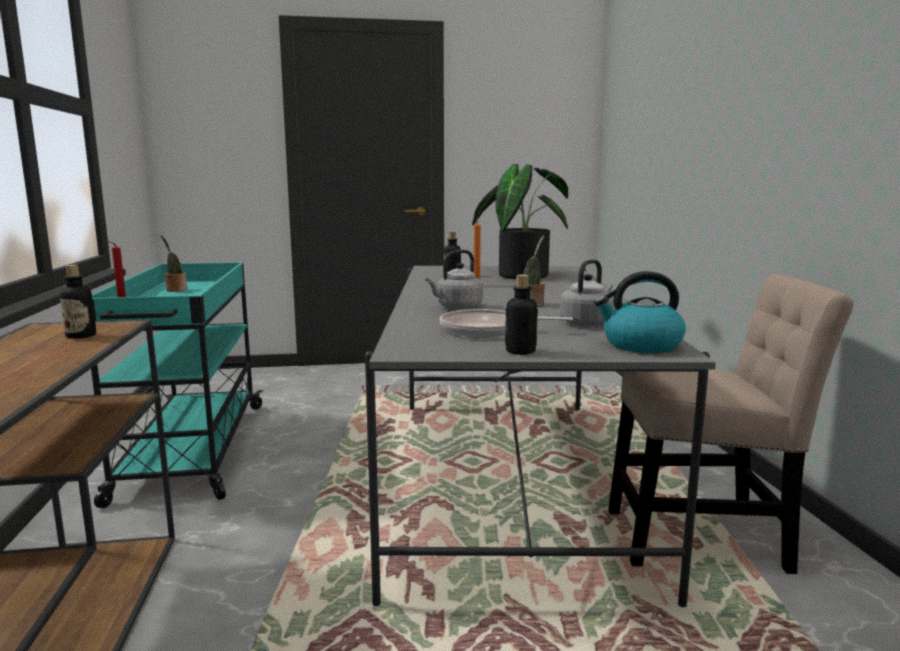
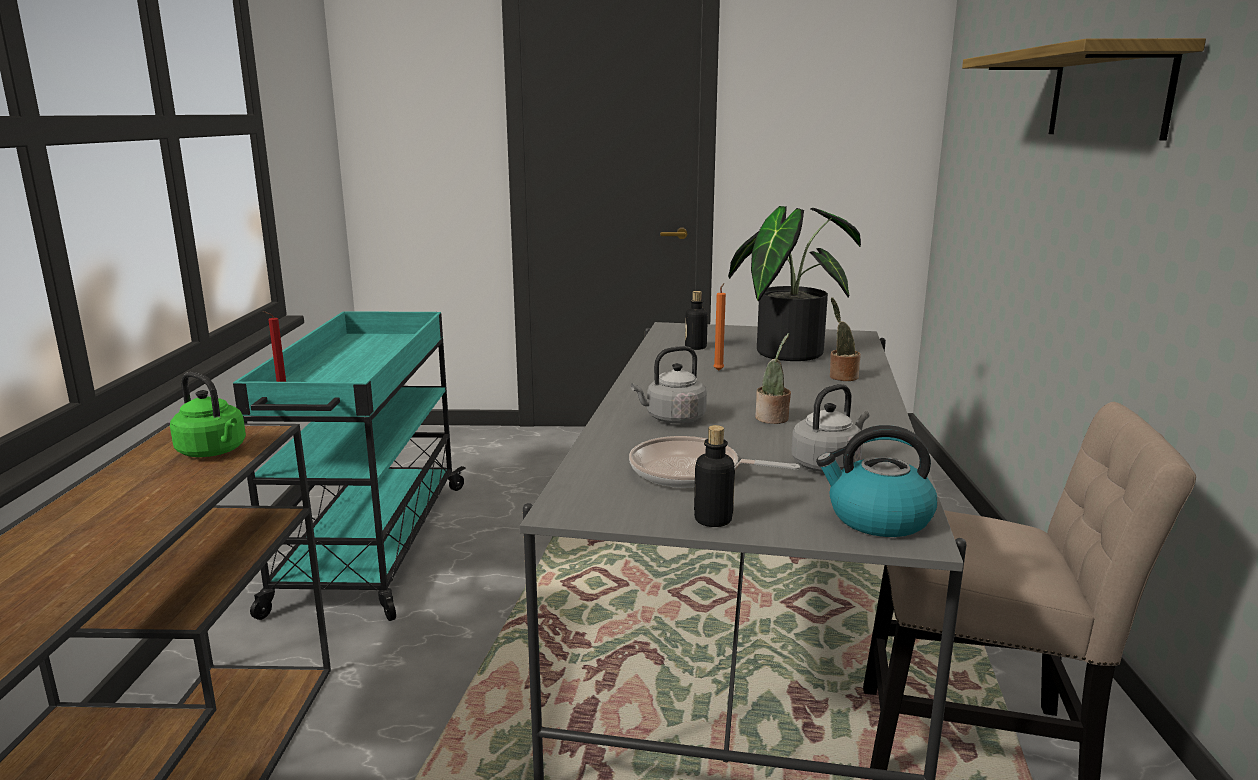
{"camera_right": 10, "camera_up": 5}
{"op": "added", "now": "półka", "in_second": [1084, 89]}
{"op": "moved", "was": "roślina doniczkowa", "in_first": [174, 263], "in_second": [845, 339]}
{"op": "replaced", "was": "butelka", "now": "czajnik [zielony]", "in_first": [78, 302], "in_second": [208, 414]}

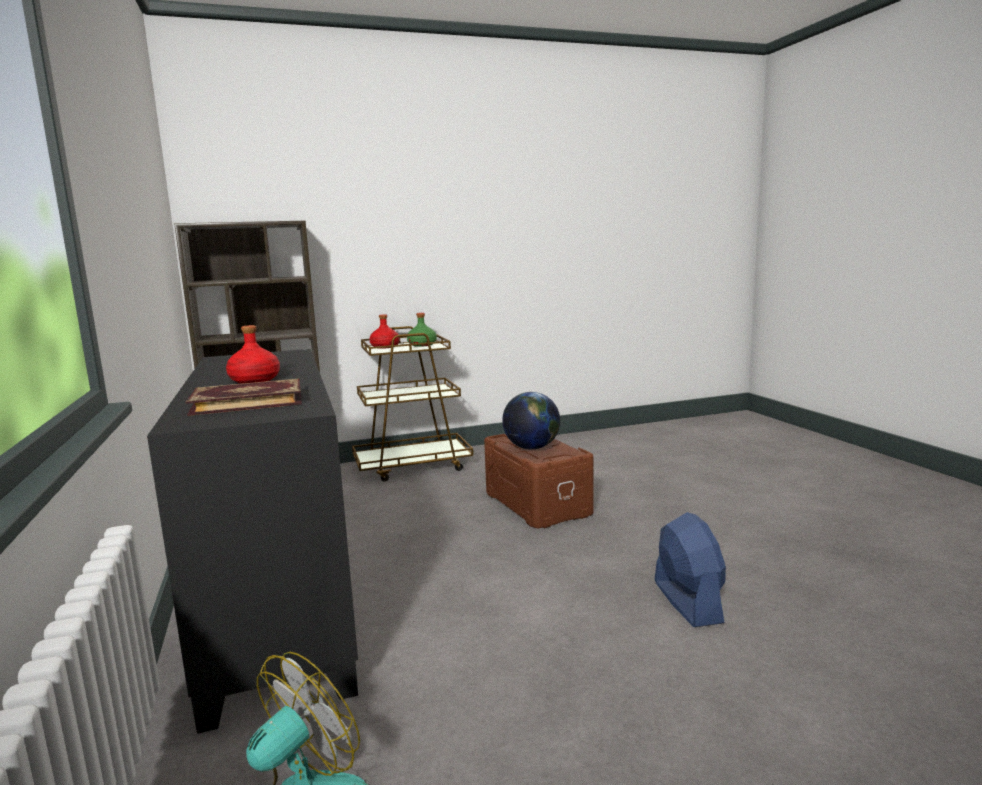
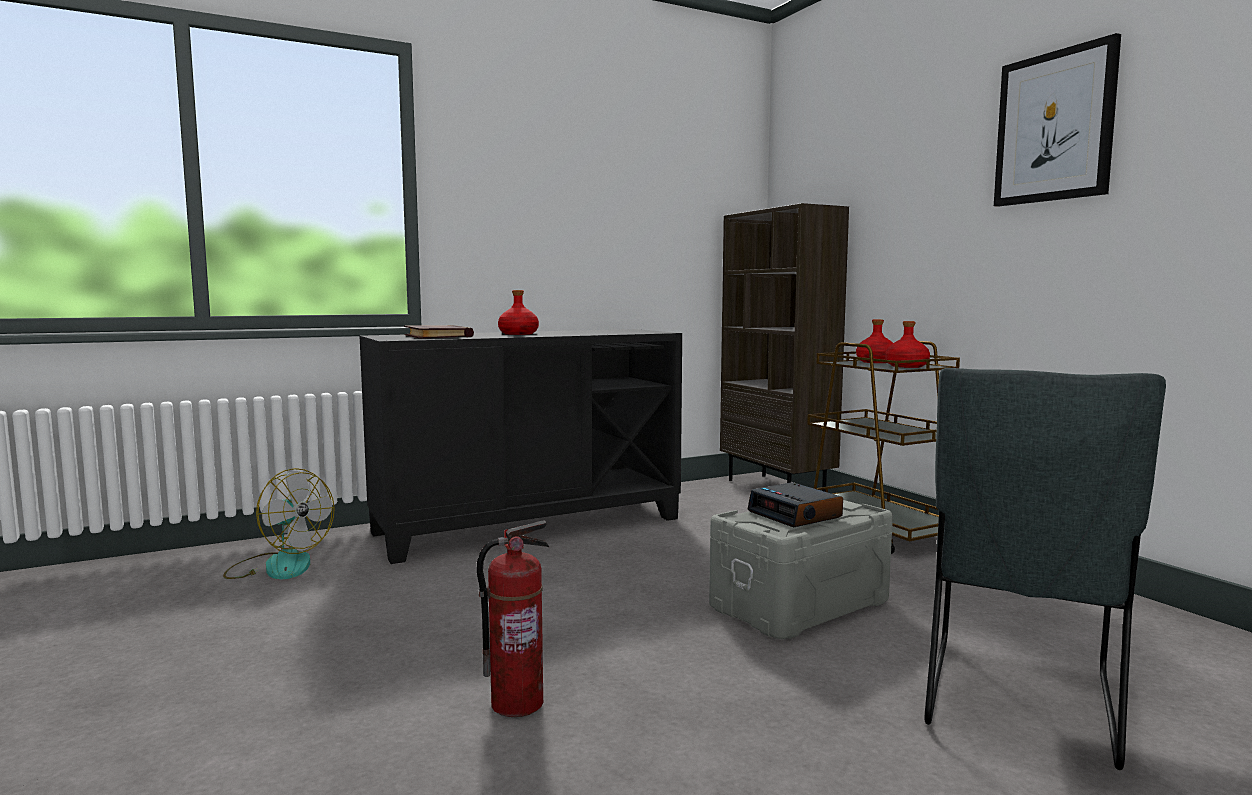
{"camera_right": 80, "camera_up": -5}
{"op": "added", "now": "krzesło [szary]", "in_second": [1045, 569]}
{"op": "added", "now": "obraz", "in_second": [1057, 120]}
{"op": "replaced", "was": "globus", "now": "budzik", "in_first": [531, 420], "in_second": [795, 505]}
{"op": "replaced", "was": "wentylator [niebieski]", "now": "gaśnica", "in_first": [690, 569], "in_second": [512, 618]}
{"op": "recoloured", "was": "butelka [zielony]", "now": "butelka [czerwony]", "in_first": [422, 330], "in_second": [907, 344]}
{"op": "recoloured", "was": "pojemnik do przechowywania [brązowy]", "now": "pojemnik do przechowywania [szary]", "in_first": [538, 481], "in_second": [801, 569]}

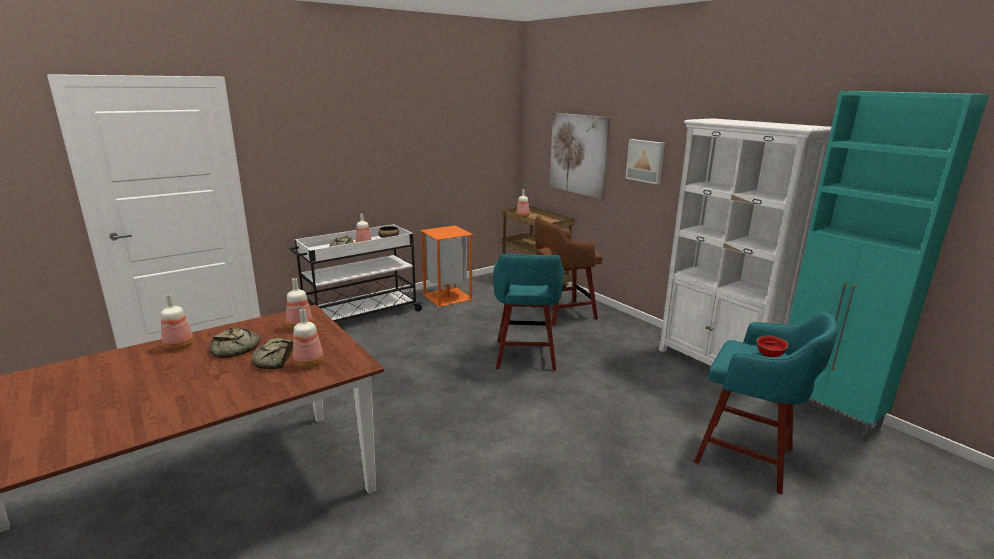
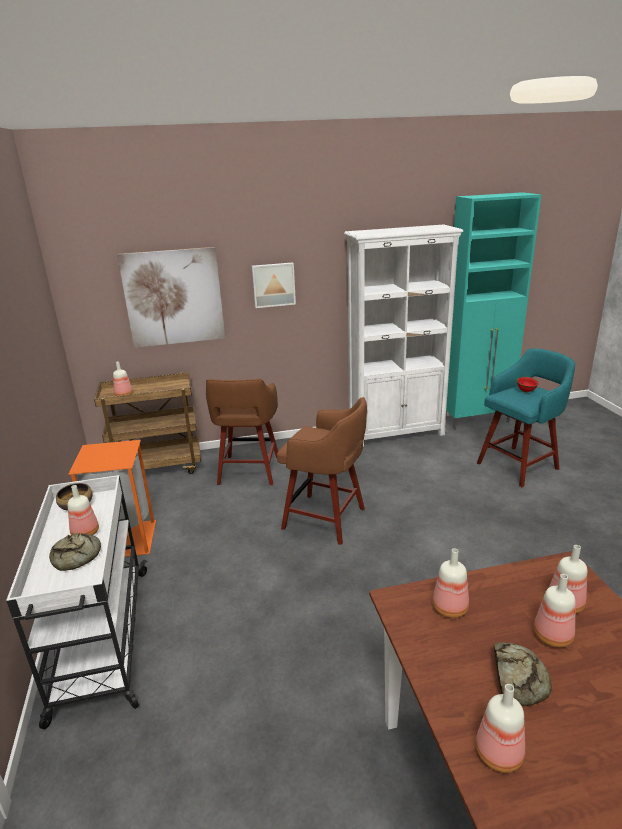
{"camera_right": -65, "camera_up": 5}
{"op": "replaced", "was": "chleb", "now": "butelka", "in_first": [272, 353], "in_second": [554, 611]}
{"op": "recoloured", "was": "stołek [turkusowy]", "now": "stołek [brązowy]", "in_first": [528, 312], "in_second": [322, 471]}

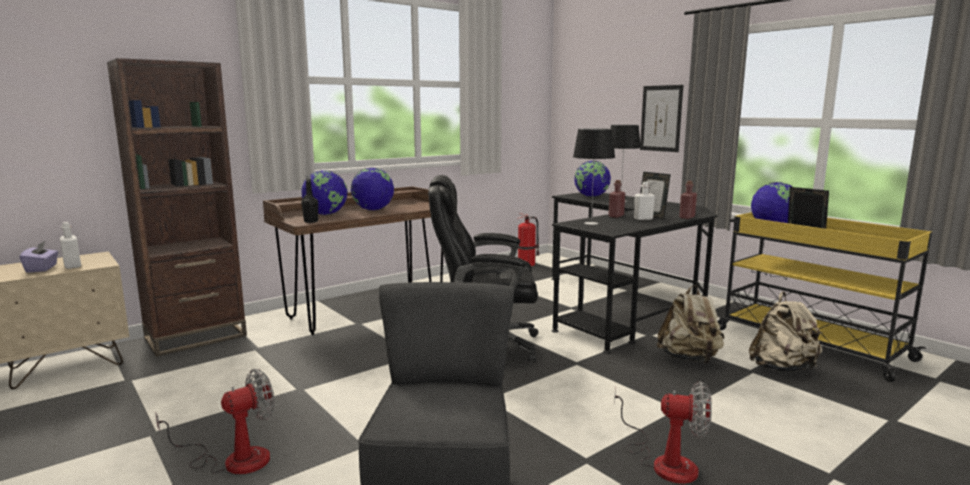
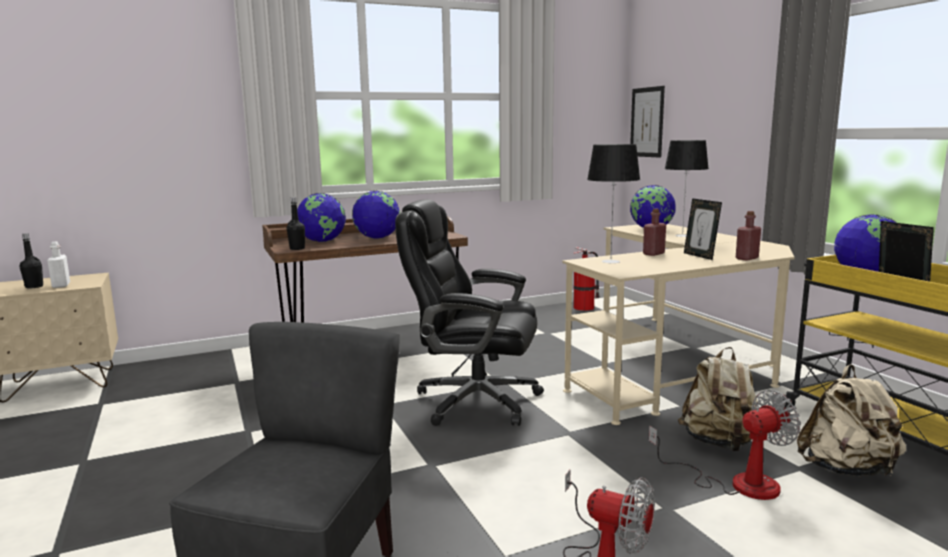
{"camera_right": 15, "camera_up": 0}
{"op": "removed", "was": "regał [brązowy]", "in_first": [177, 207]}
{"op": "removed", "was": "butelka [biały]", "in_first": [644, 201]}
{"op": "moved", "was": "wentylator", "in_first": [215, 421], "in_second": [725, 445]}
{"op": "moved", "was": "obraz", "in_first": [661, 118], "in_second": [647, 122]}
{"op": "replaced", "was": "pudełko chusteczek [fioletowy]", "now": "butelka [czarny]", "in_first": [38, 257], "in_second": [31, 260]}
{"op": "recoloured", "was": "biurko [czarny]", "now": "biurko [beżowy]", "in_first": [634, 273], "in_second": [679, 324]}

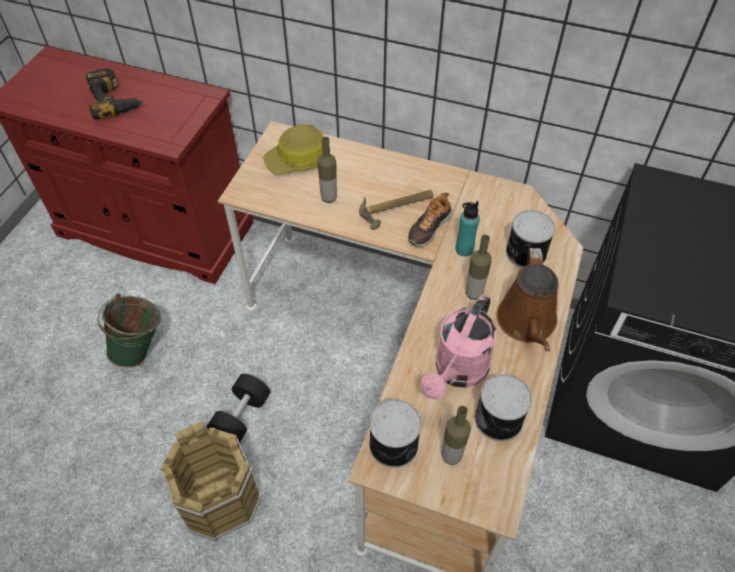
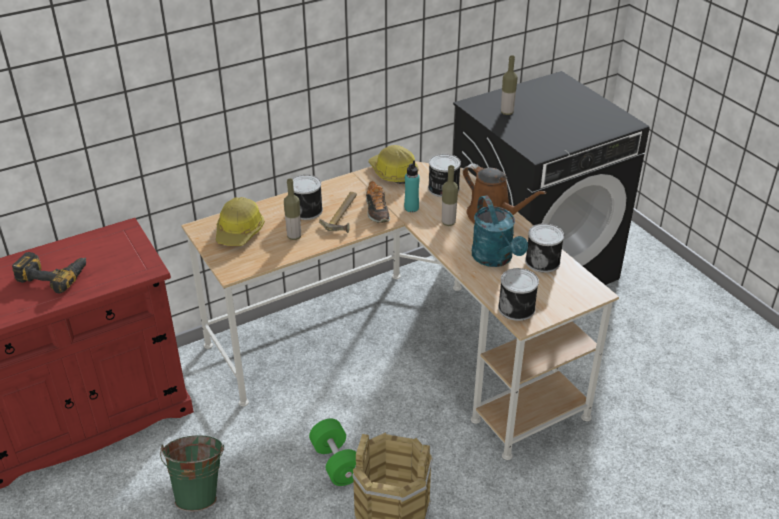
{"camera_right": -50, "camera_up": -15}
{"op": "added", "now": "puszka", "in_second": [307, 197]}
{"op": "added", "now": "kask", "in_second": [394, 164]}
{"op": "moved", "was": "butelka", "in_first": [456, 435], "in_second": [509, 85]}
{"op": "recoloured", "was": "hantel [czarny]", "now": "hantel [zielony]", "in_first": [238, 408], "in_second": [332, 452]}
{"op": "recoloured", "was": "konewka [różowy]", "now": "konewka [turkusowy]", "in_first": [458, 347], "in_second": [500, 231]}

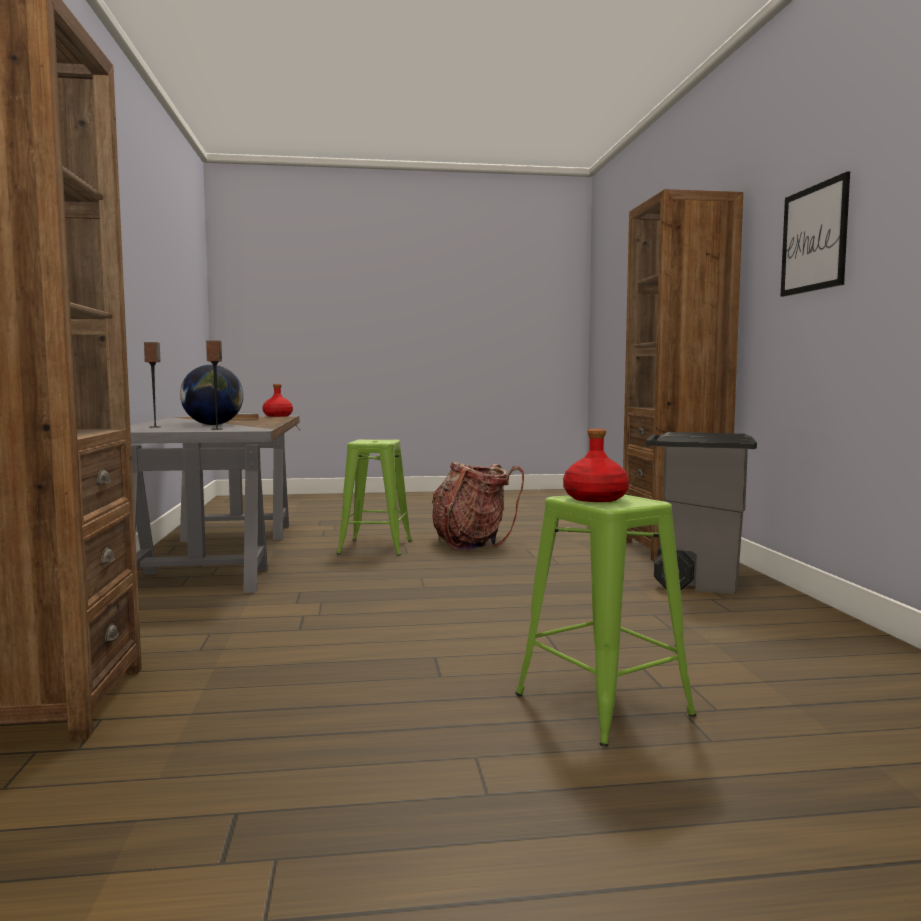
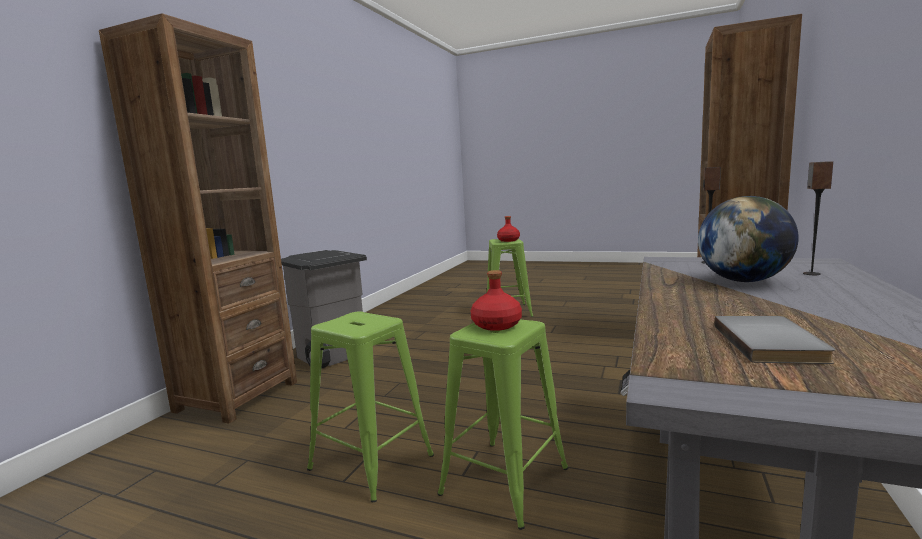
{"camera_right": -150, "camera_up": 5}
{"op": "removed", "was": "obraz", "in_first": [815, 234]}
{"op": "moved", "was": "butelka [czerwony]", "in_first": [277, 400], "in_second": [496, 300]}
{"op": "replaced", "was": "plecak", "now": "stołek [zielony]", "in_first": [478, 506], "in_second": [370, 407]}

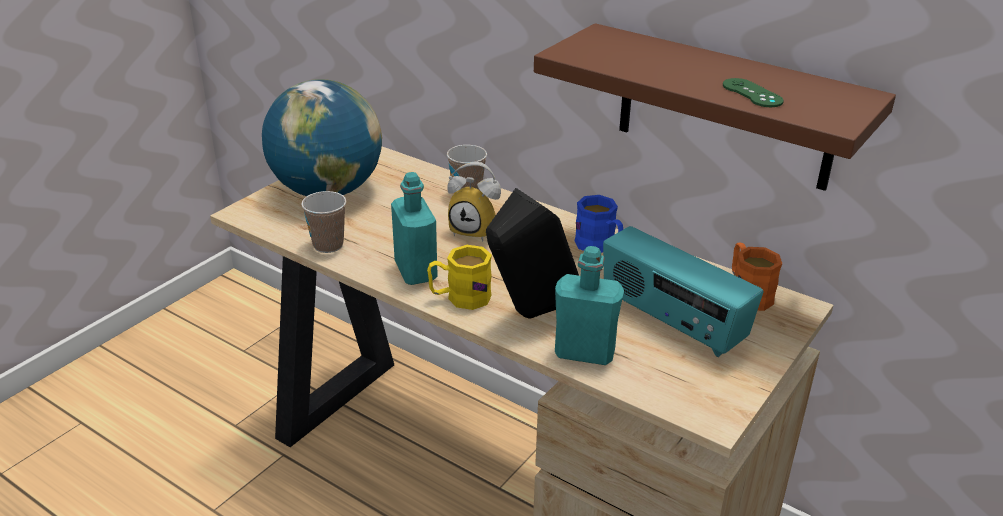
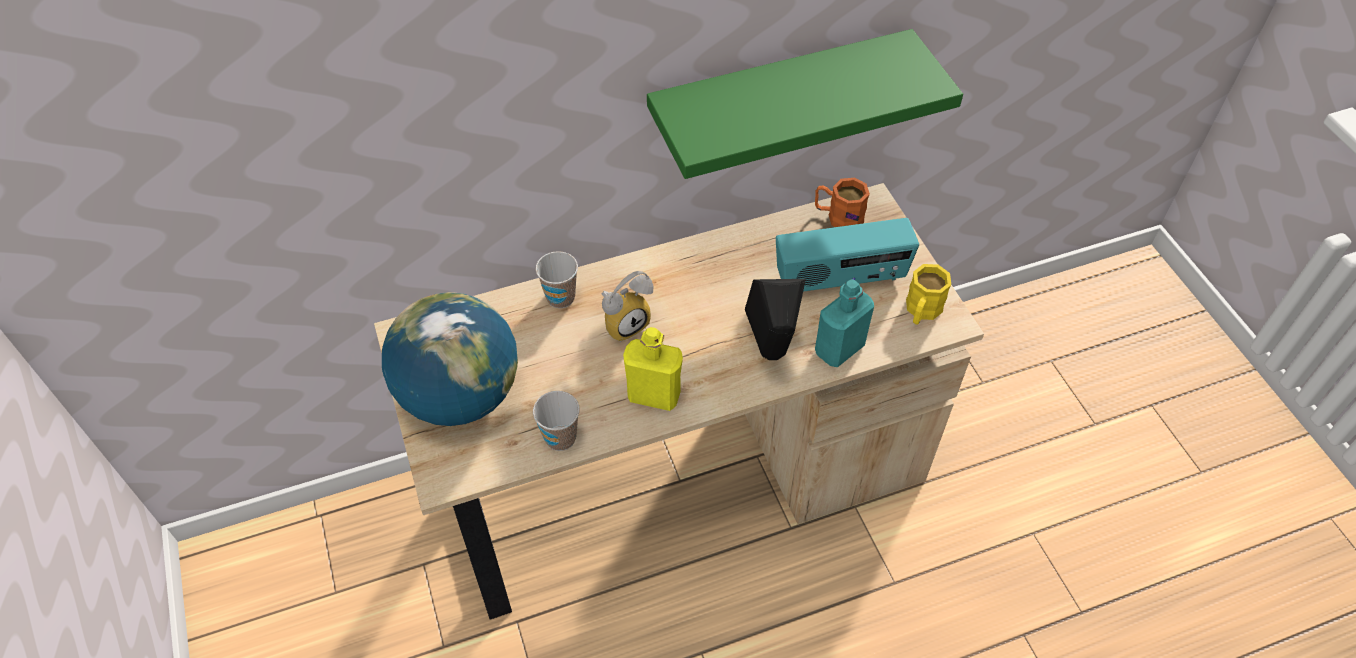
{"camera_right": -55, "camera_up": 20}
{"op": "removed", "was": "kubek [niebieski]", "in_first": [599, 224]}
{"op": "removed", "was": "pad do gier [zielony]", "in_first": [753, 92]}
{"op": "moved", "was": "kubek [żółty]", "in_first": [459, 277], "in_second": [928, 294]}
{"op": "recoloured", "was": "butelka [turkusowy]", "now": "butelka [żółty]", "in_first": [414, 228], "in_second": [653, 369]}
{"op": "recoloured", "was": "półka [brązowy]", "now": "półka [zielony]", "in_first": [715, 107], "in_second": [805, 104]}

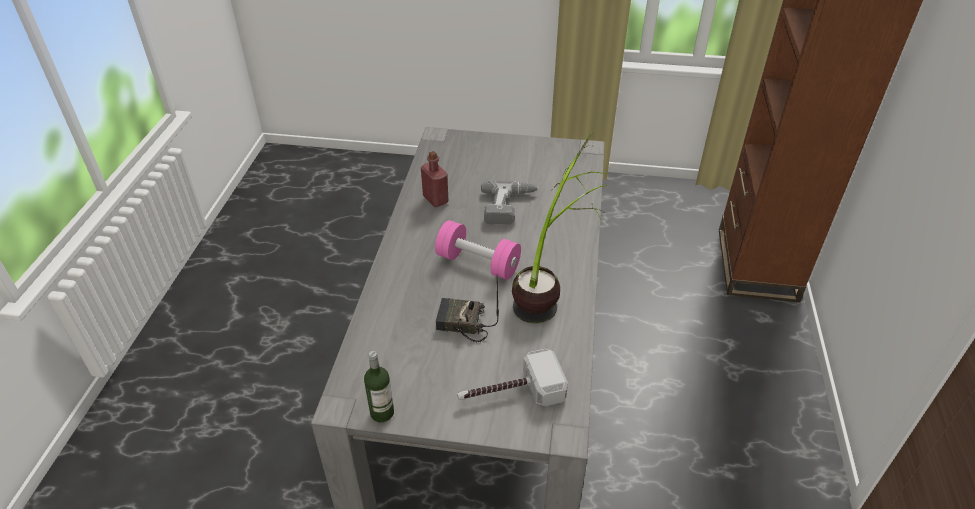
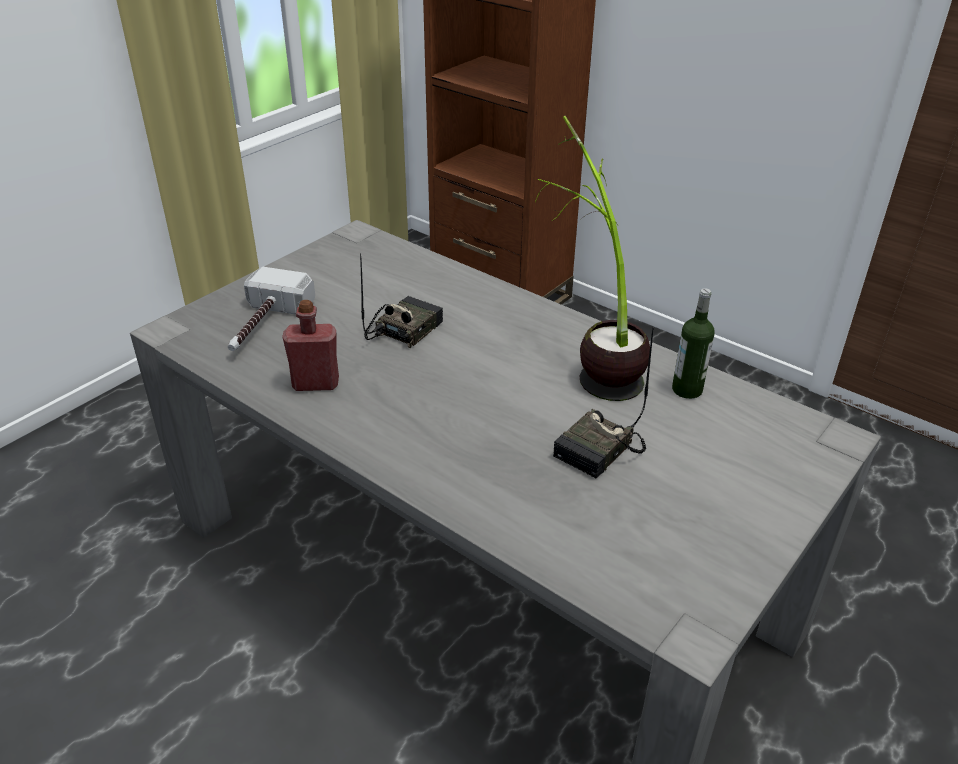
{"camera_right": -60, "camera_up": -5}
{"op": "removed", "was": "hantel [różowy]", "in_first": [478, 250]}
{"op": "moved", "was": "butelka", "in_first": [379, 386], "in_second": [693, 343]}
{"op": "moved", "was": "młotek", "in_first": [512, 377], "in_second": [271, 309]}
{"op": "replaced", "was": "wiertarka", "now": "radio", "in_first": [510, 203], "in_second": [401, 300]}

